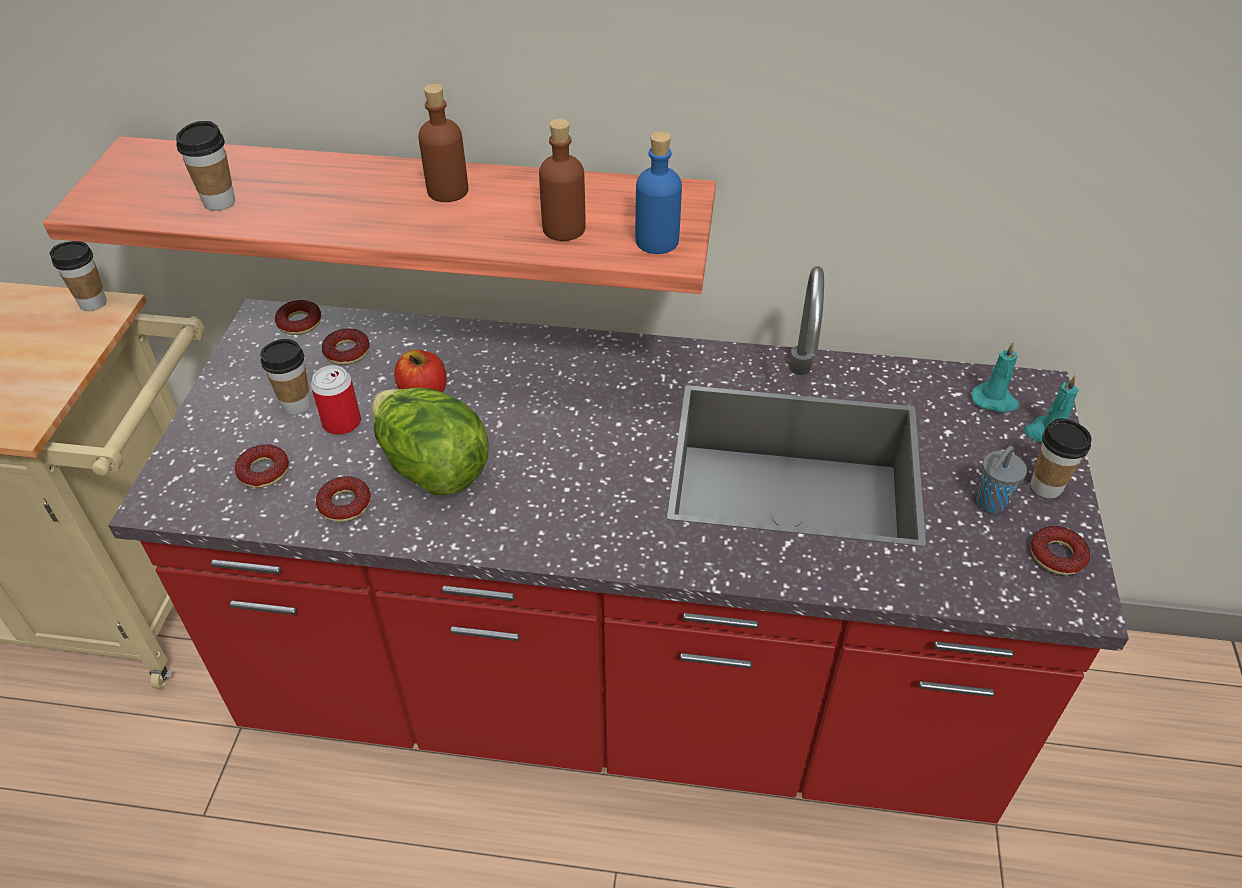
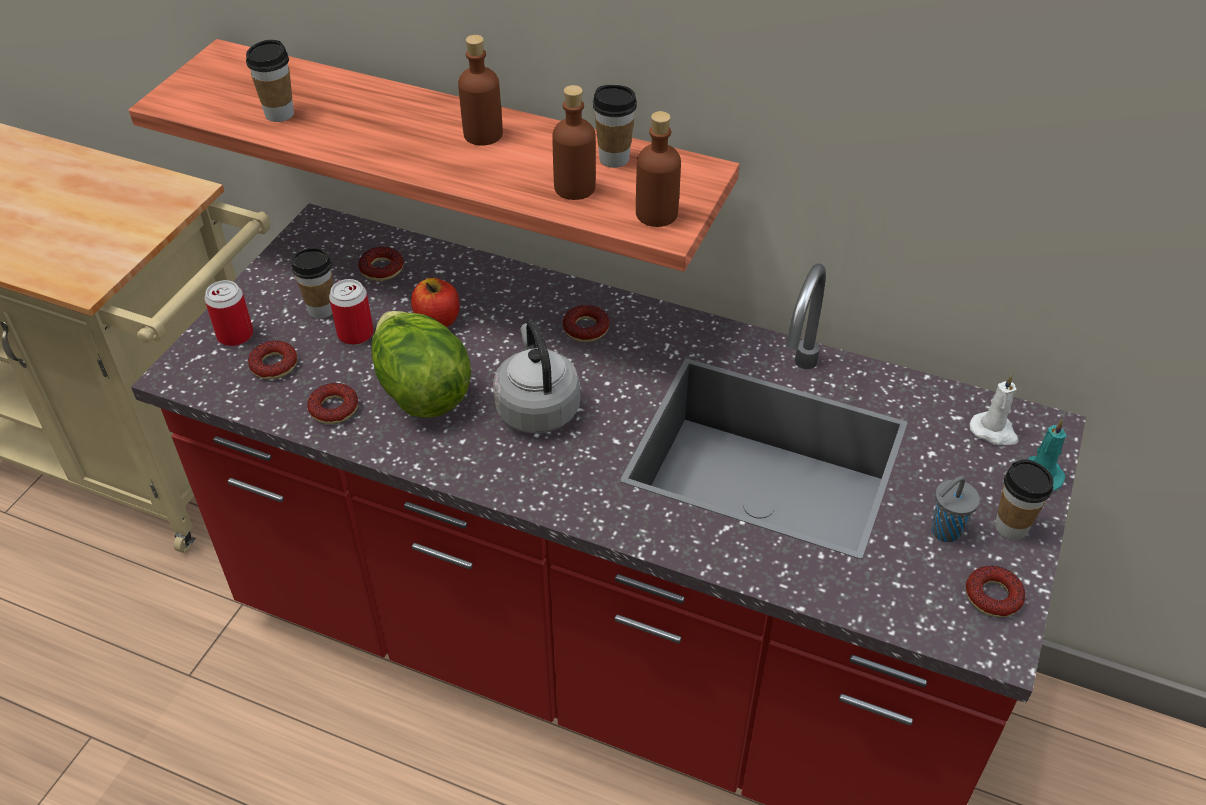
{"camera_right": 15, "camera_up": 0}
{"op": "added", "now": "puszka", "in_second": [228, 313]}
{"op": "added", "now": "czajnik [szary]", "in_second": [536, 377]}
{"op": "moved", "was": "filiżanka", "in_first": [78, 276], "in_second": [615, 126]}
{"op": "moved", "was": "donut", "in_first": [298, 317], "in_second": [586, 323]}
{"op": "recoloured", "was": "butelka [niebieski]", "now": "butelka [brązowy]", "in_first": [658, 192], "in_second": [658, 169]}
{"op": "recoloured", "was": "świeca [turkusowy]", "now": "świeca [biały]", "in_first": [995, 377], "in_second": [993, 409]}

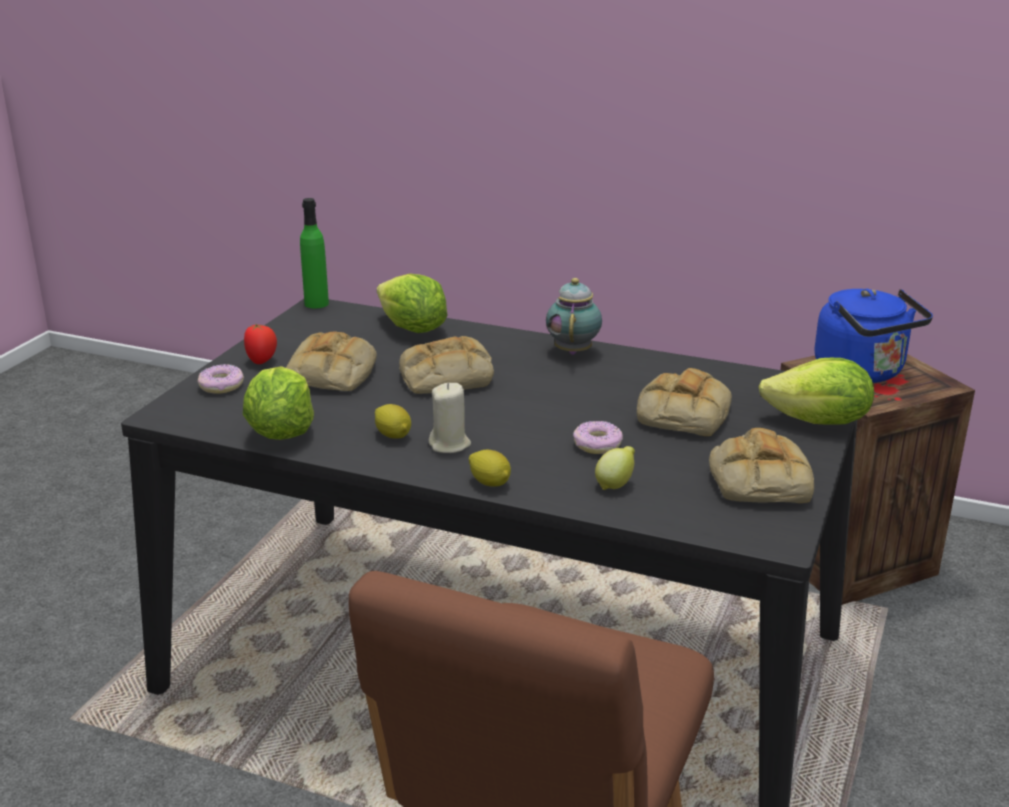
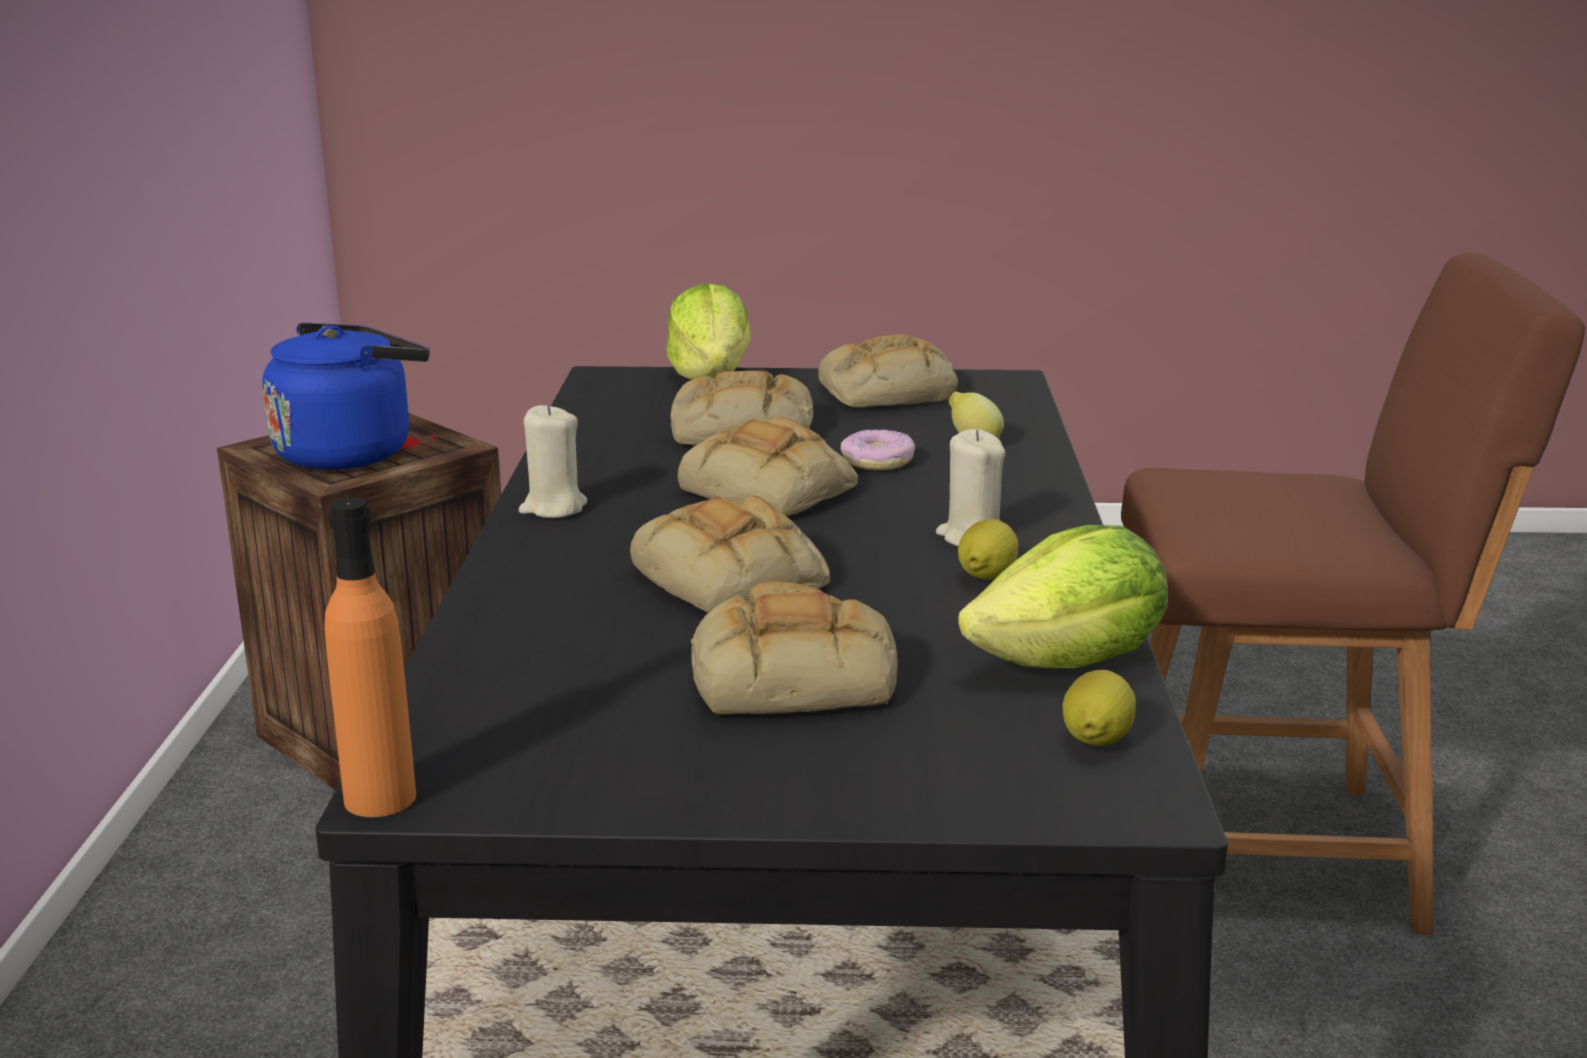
{"camera_right": -110, "camera_up": -5}
{"op": "removed", "was": "donut", "in_first": [220, 379]}
{"op": "removed", "was": "pomidor", "in_first": [260, 344]}
{"op": "removed", "was": "sałata", "in_first": [412, 303]}
{"op": "added", "now": "chleb", "in_second": [768, 466]}
{"op": "moved", "was": "cytryna", "in_first": [490, 468], "in_second": [1099, 708]}
{"op": "replaced", "was": "imbryk", "now": "świeca [beżowy]", "in_first": [574, 316], "in_second": [553, 461]}
{"op": "recoloured", "was": "butelka [zielony]", "now": "butelka [pomarańczowy]", "in_first": [314, 253], "in_second": [370, 657]}

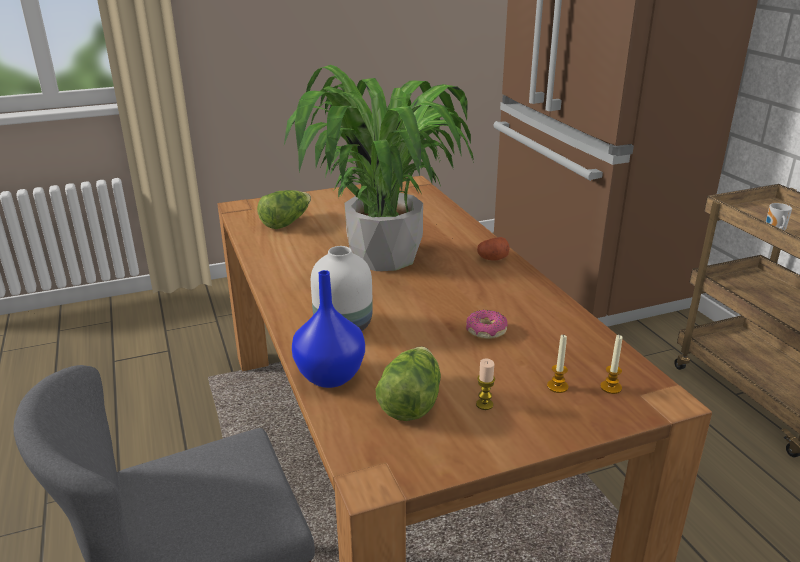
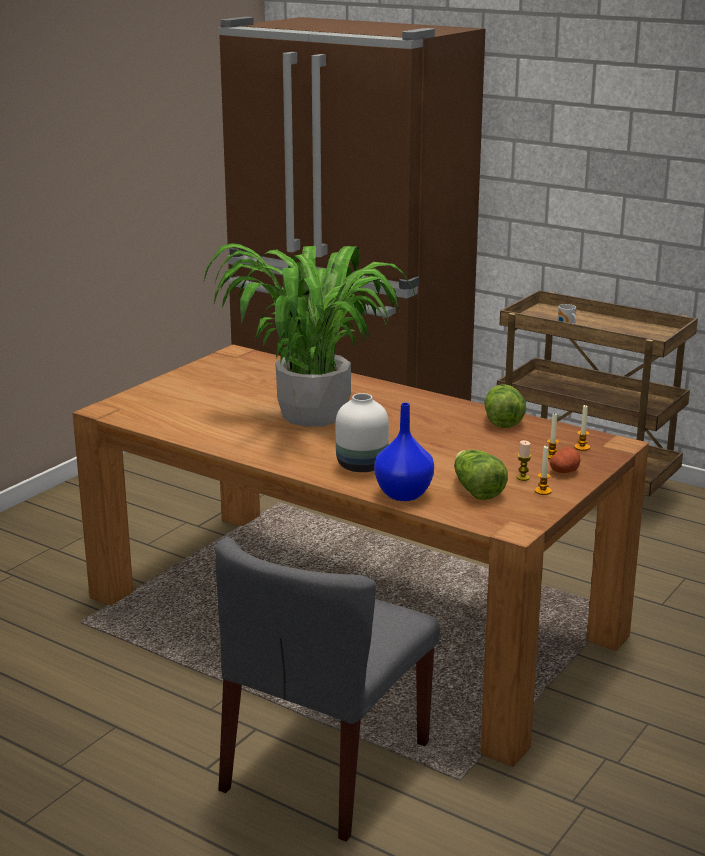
{"camera_right": -35, "camera_up": -5}
{"op": "removed", "was": "donut", "in_first": [487, 324]}
{"op": "added", "now": "świeca", "in_second": [543, 470]}
{"op": "moved", "was": "sałata", "in_first": [284, 209], "in_second": [505, 406]}
{"op": "moved", "was": "ziemniak", "in_first": [493, 249], "in_second": [564, 460]}

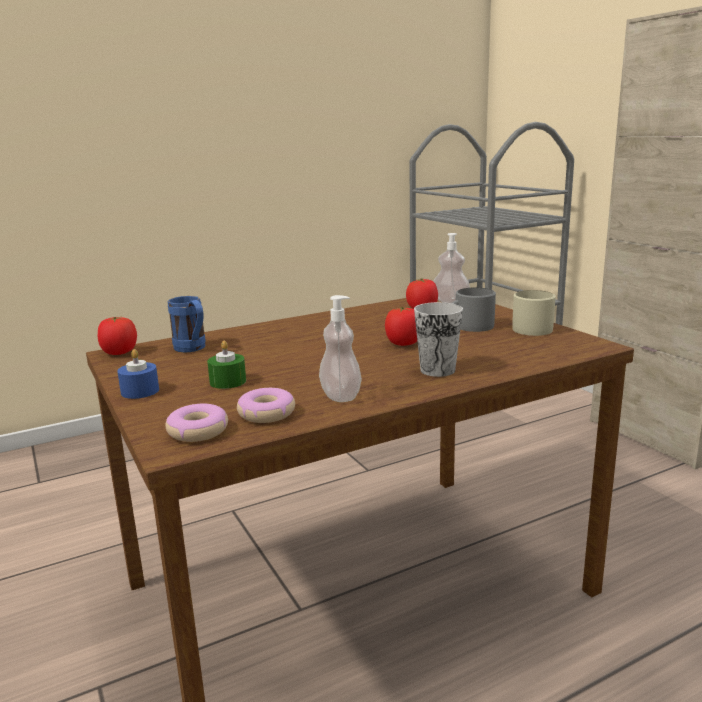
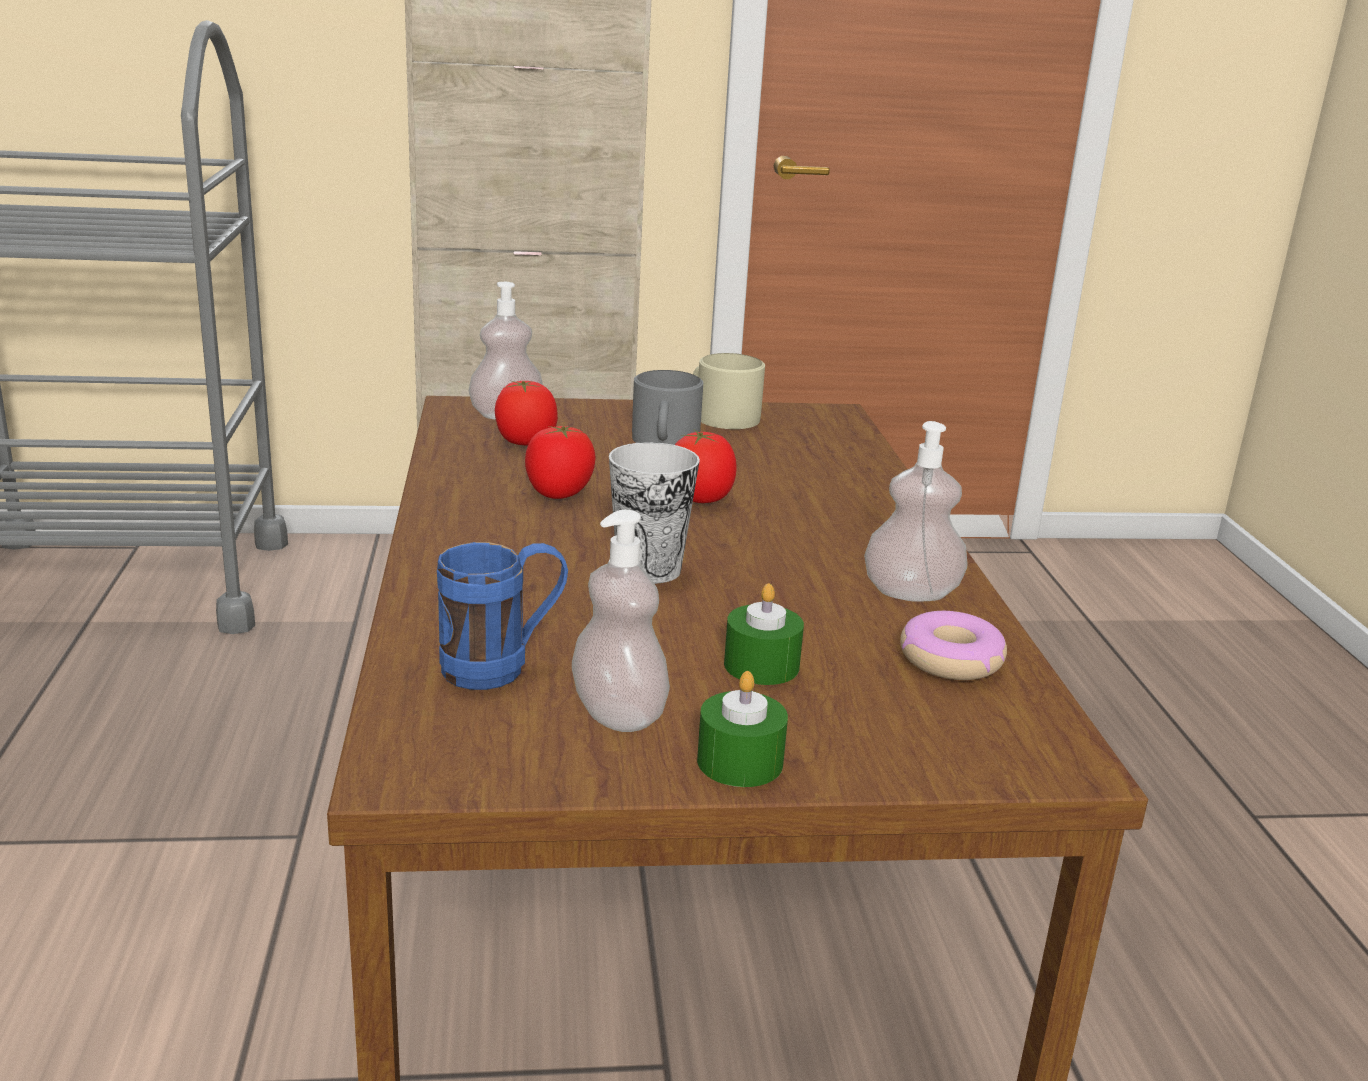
{"camera_right": -70, "camera_up": 5}
{"op": "removed", "was": "donut", "in_first": [196, 423]}
{"op": "added", "now": "dozownik mydła", "in_second": [621, 621]}
{"op": "moved", "was": "pomidor", "in_first": [117, 336], "in_second": [560, 462]}
{"op": "moved", "was": "filiżanka", "in_first": [438, 339], "in_second": [654, 513]}
{"op": "recoloured", "was": "świeca [niebieski]", "now": "świeca [zielony]", "in_first": [138, 374], "in_second": [742, 729]}

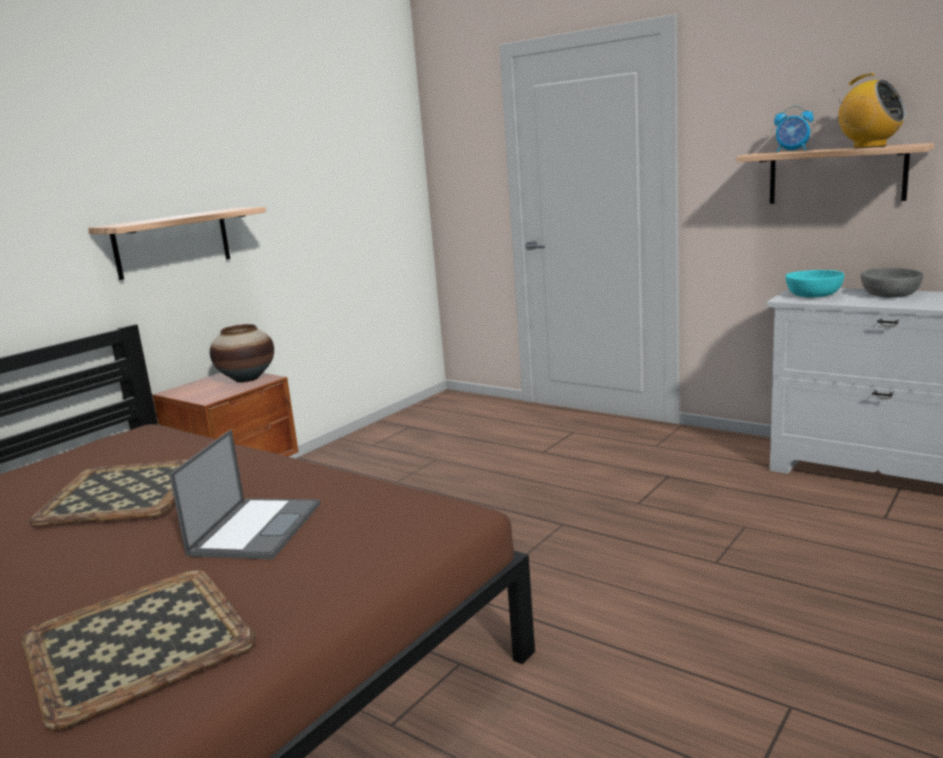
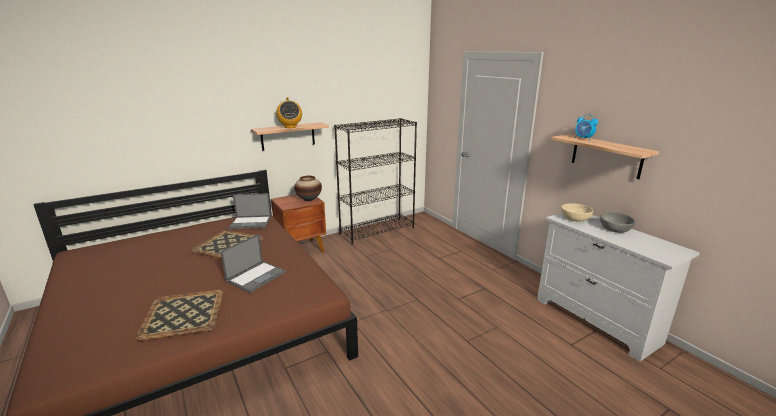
{"camera_right": 20, "camera_up": 5}
{"op": "added", "now": "laptop", "in_second": [250, 211]}
{"op": "added", "now": "regał [czarny]", "in_second": [375, 181]}
{"op": "moved", "was": "radio", "in_first": [869, 110], "in_second": [289, 112]}
{"op": "recoloured", "was": "miska [turkusowy]", "now": "miska [beżowy]", "in_first": [814, 284], "in_second": [577, 212]}

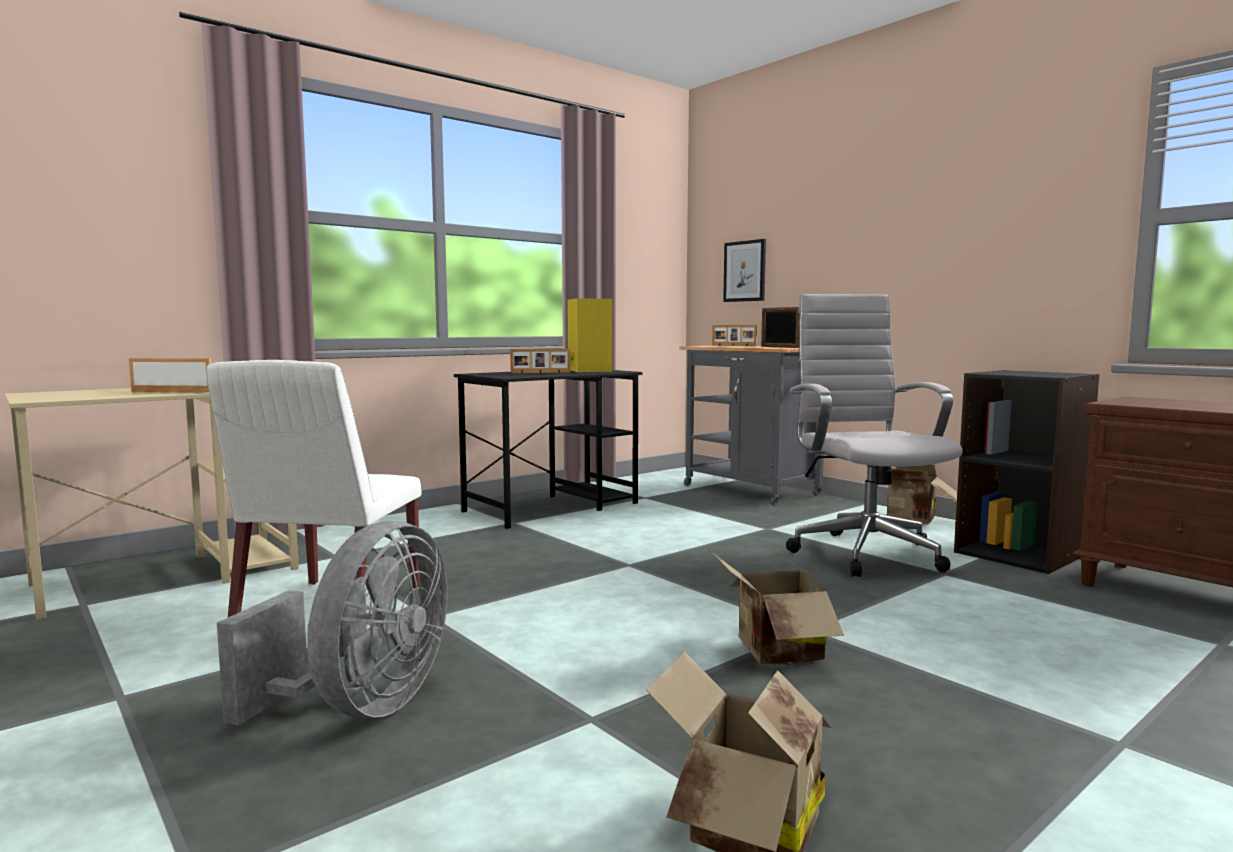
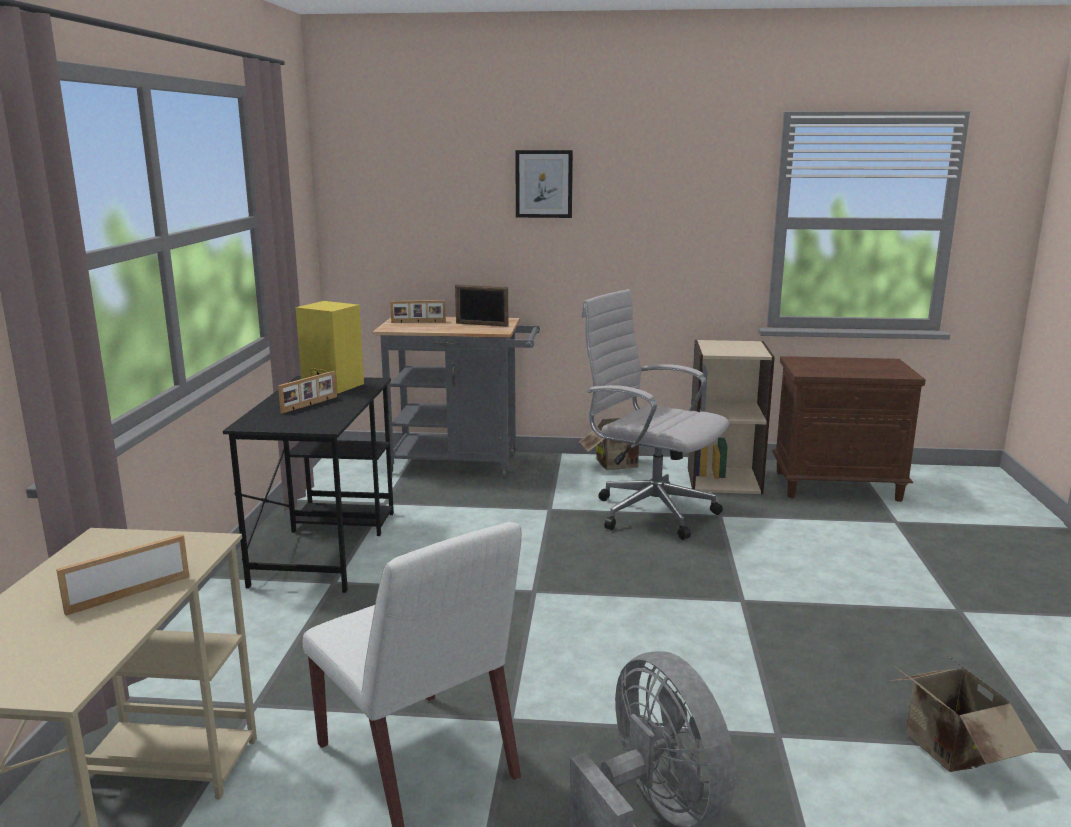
{"camera_right": -45, "camera_up": 10}
{"op": "removed", "was": "karton", "in_first": [778, 607]}
{"op": "moved", "was": "obraz", "in_first": [744, 270], "in_second": [544, 184]}
{"op": "recoloured", "was": "regał [czarny]", "now": "regał [beżowy]", "in_first": [1026, 472], "in_second": [731, 417]}

